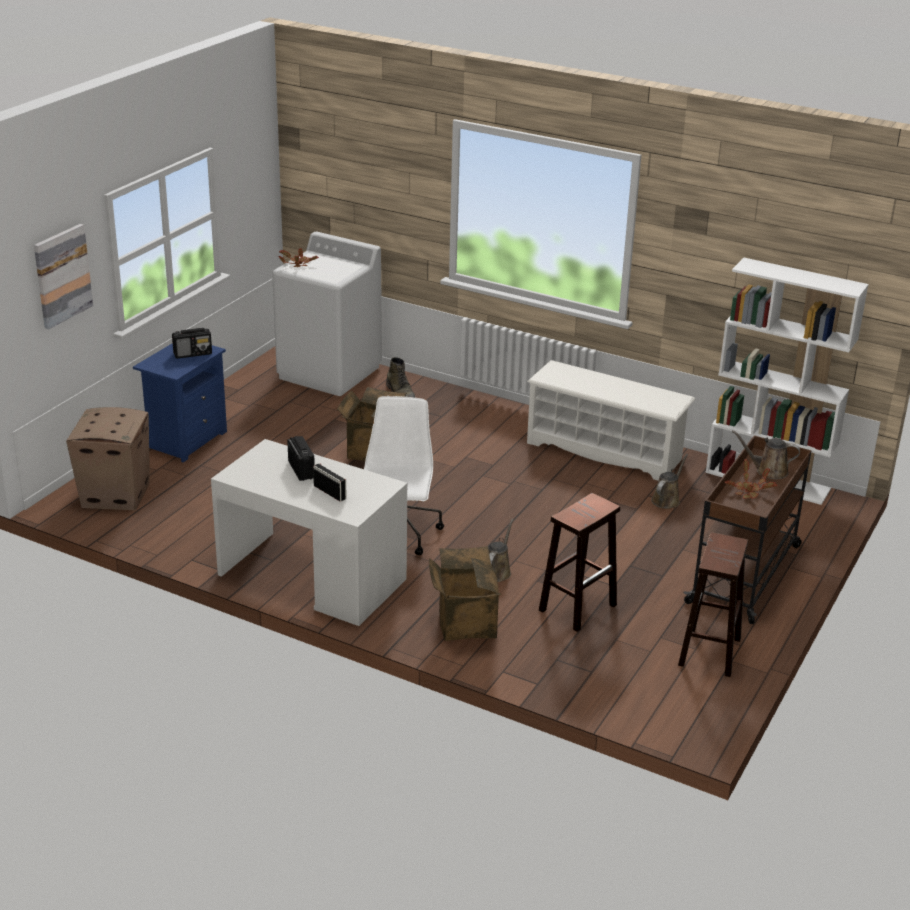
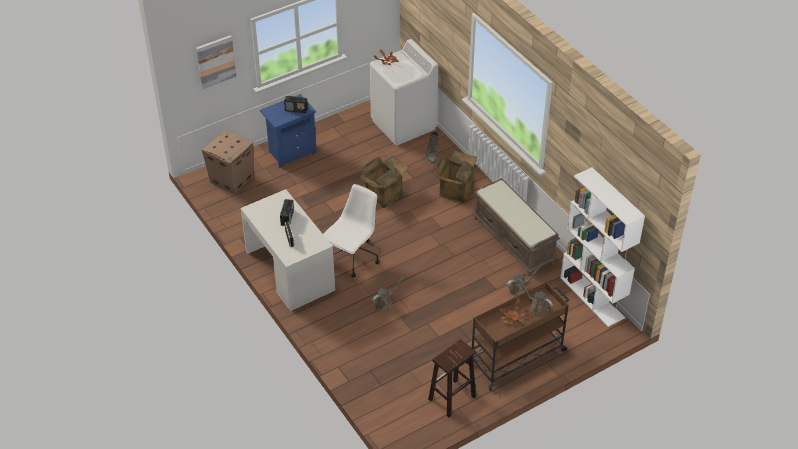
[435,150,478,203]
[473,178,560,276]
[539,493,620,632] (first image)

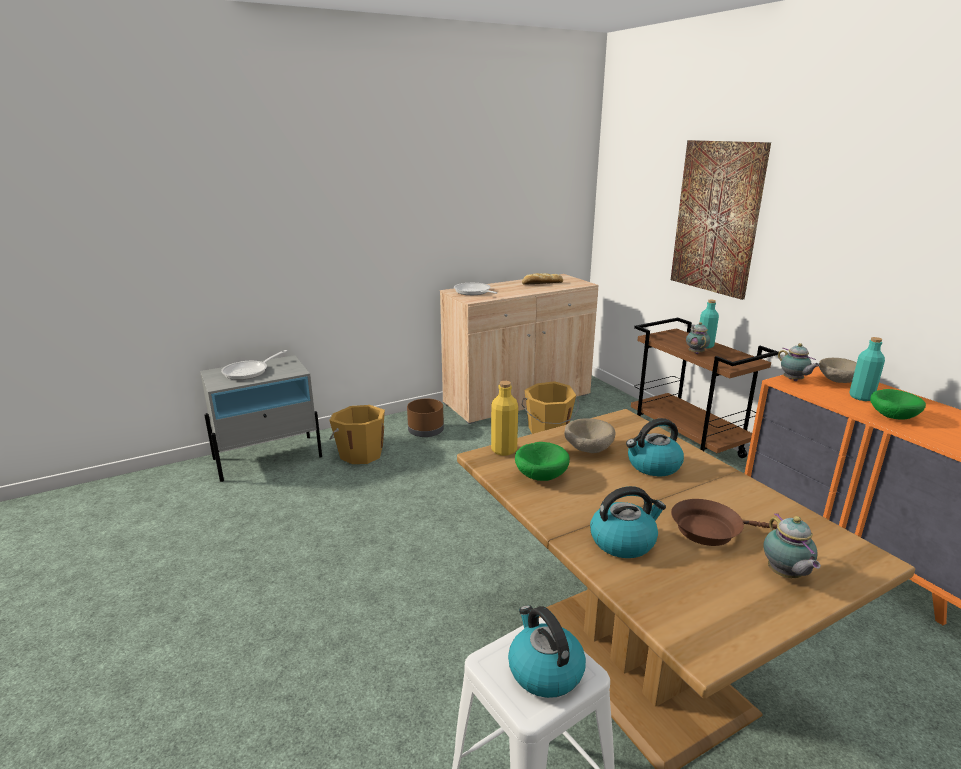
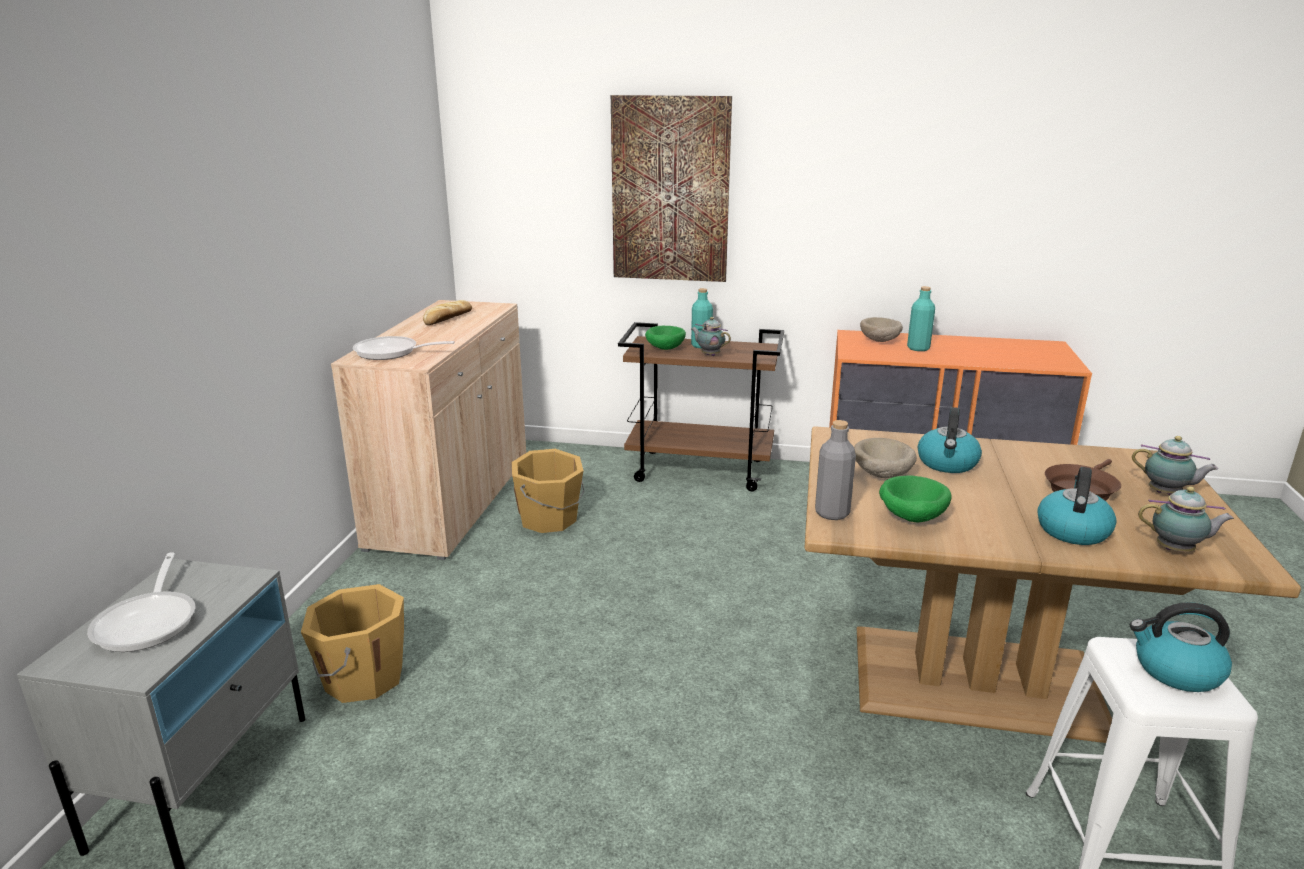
[407,399,444,437] (first image)
[815,420,856,520]
[1138,486,1234,552]
[645,326,686,350]

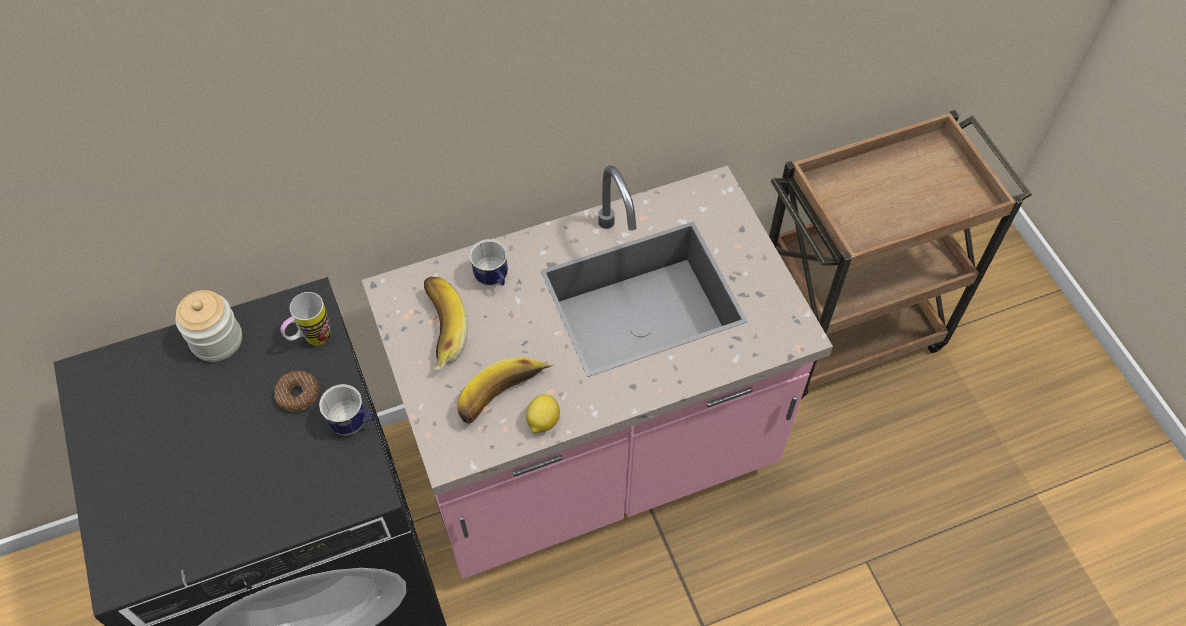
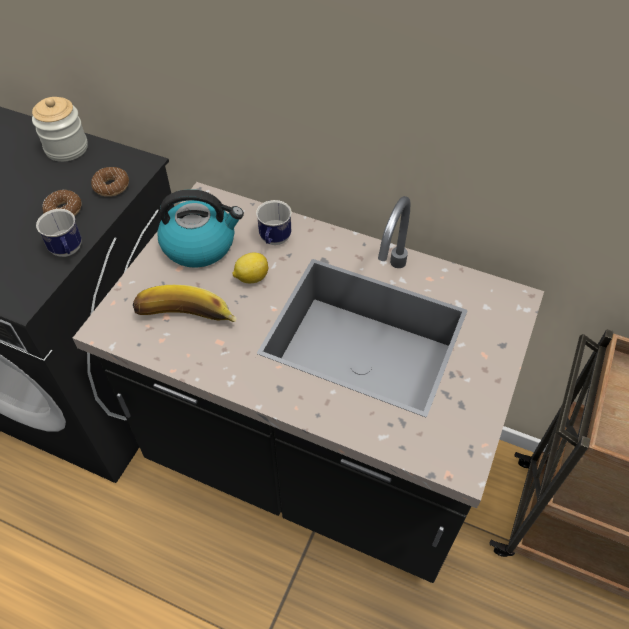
[91,167,129,197]
[73,182,544,583]
[157,189,244,268]
[232,252,268,283]

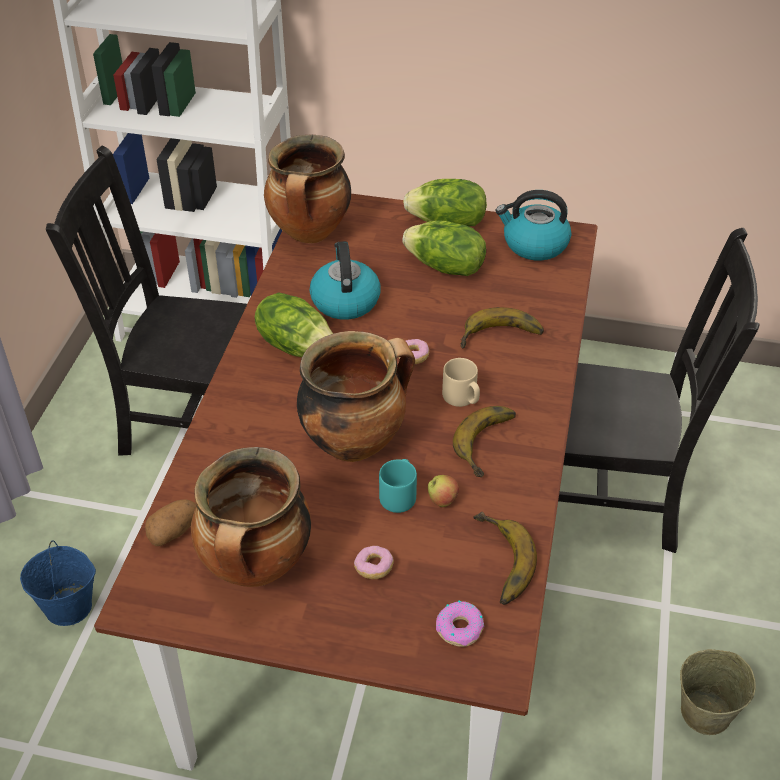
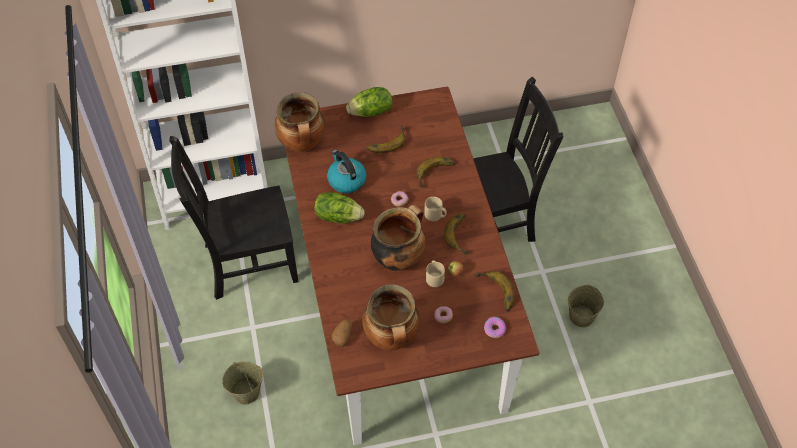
[222,361,263,404]
[426,260,445,287]
[366,125,406,153]
[496,190,571,261] (first image)

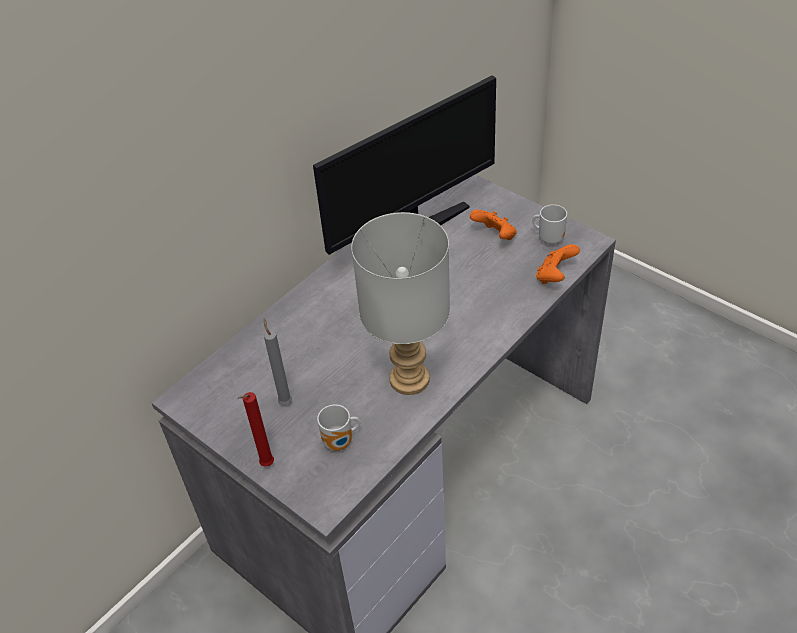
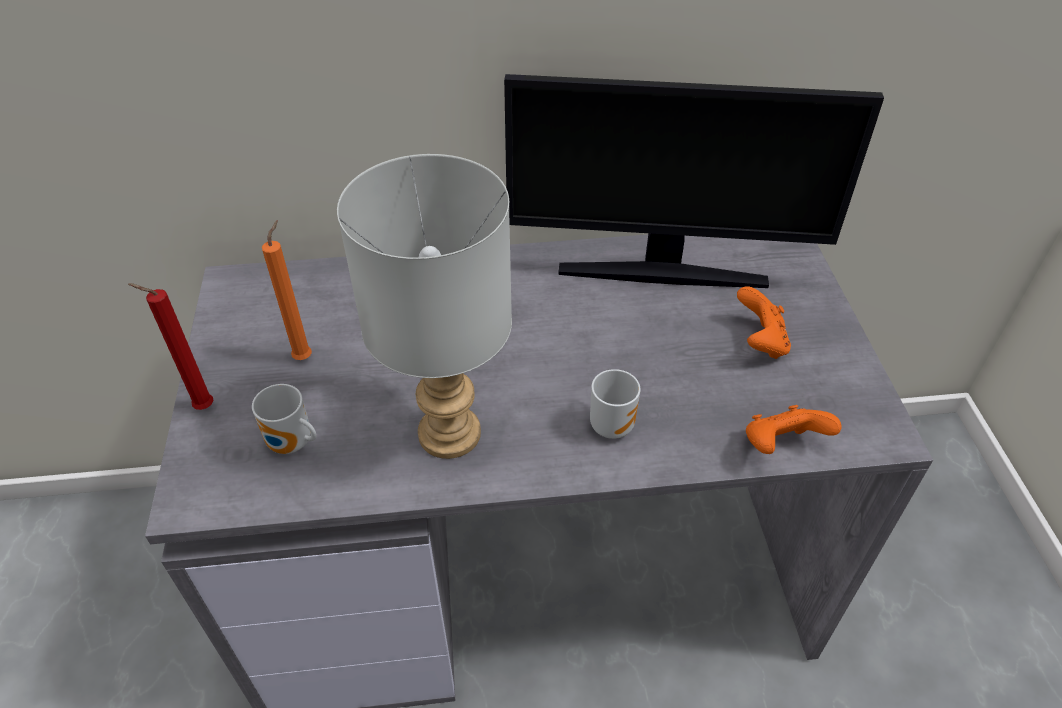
[262,220,312,360]
[590,369,640,439]

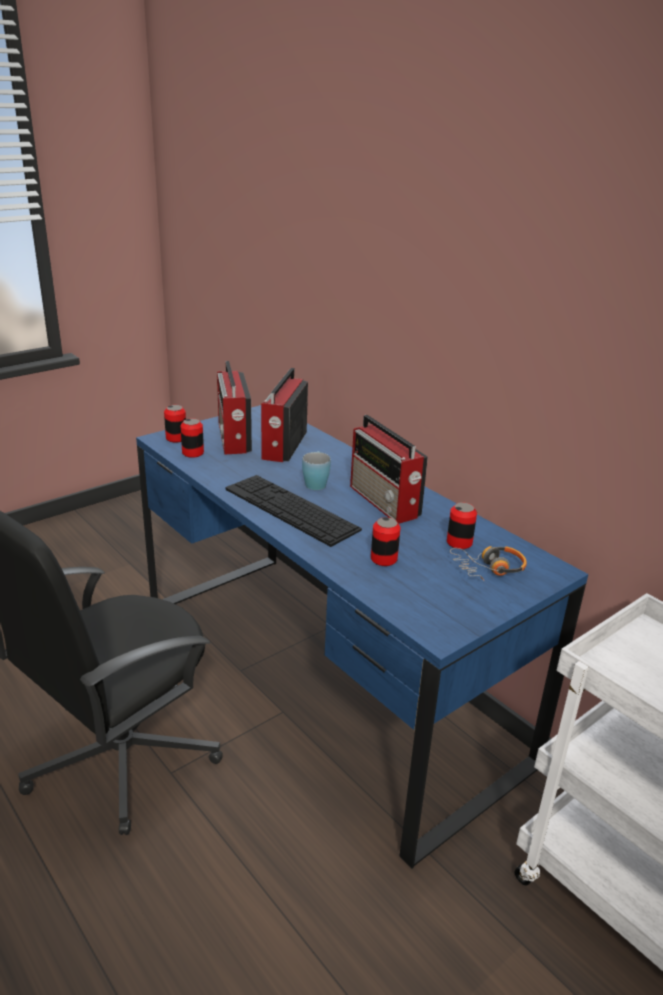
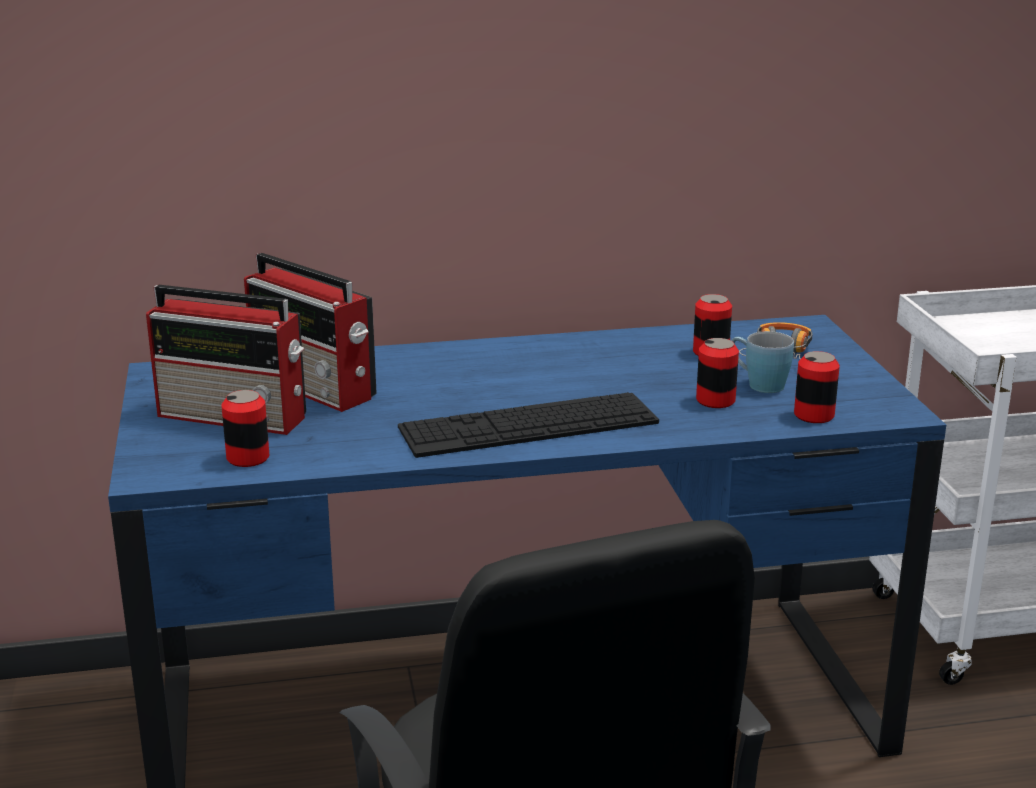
[794,351,840,423]
[731,331,794,393]
[350,415,428,524] (first image)

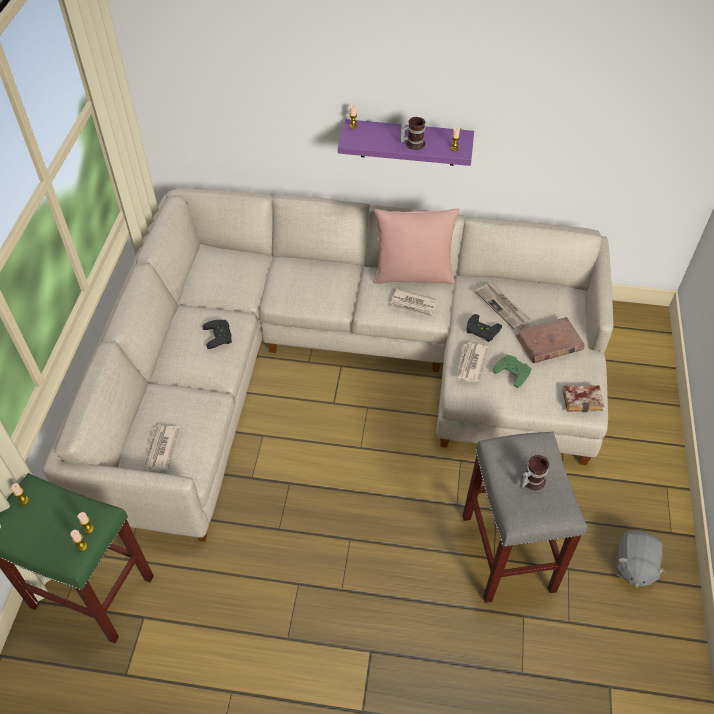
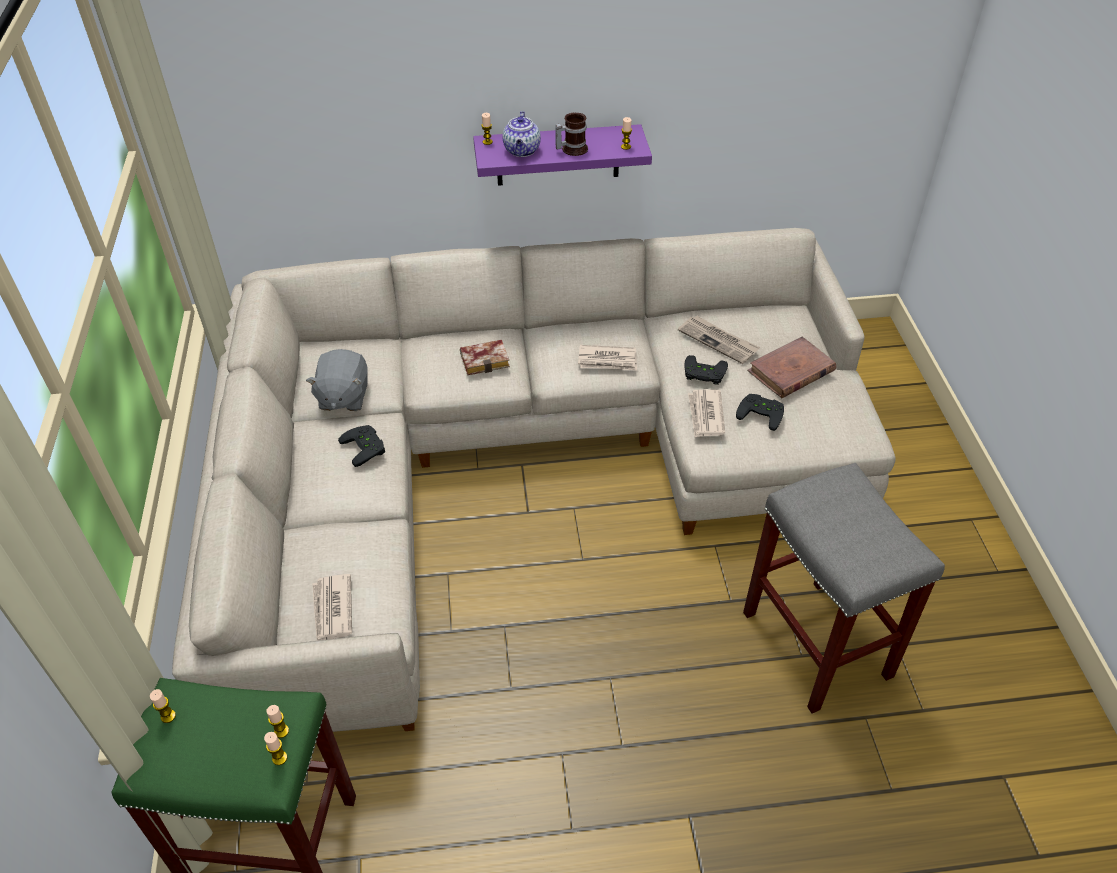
[373,209,460,284] (first image)
[736,394,784,431]
[520,455,549,490] (first image)
[460,340,510,375]
[306,349,368,411]
[502,111,541,157]

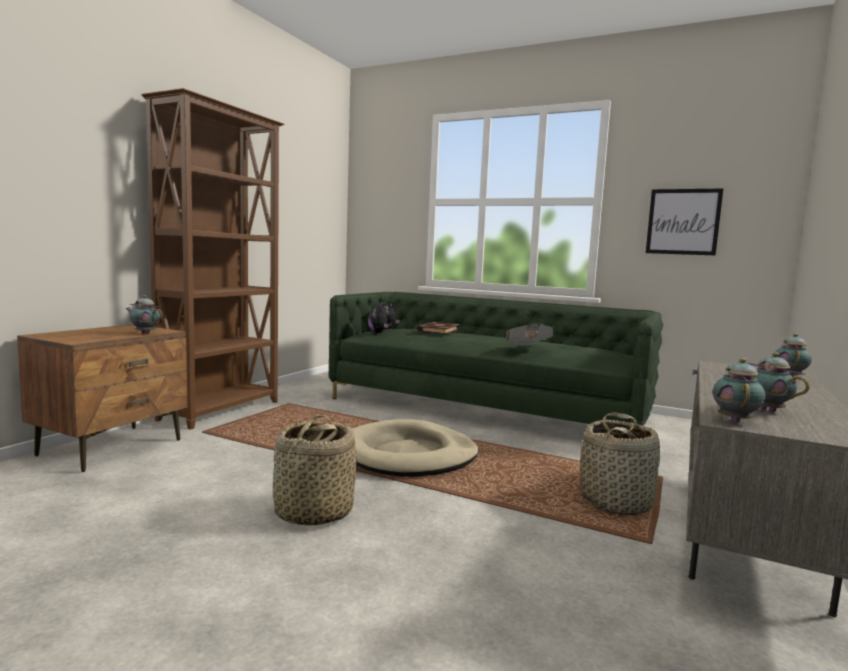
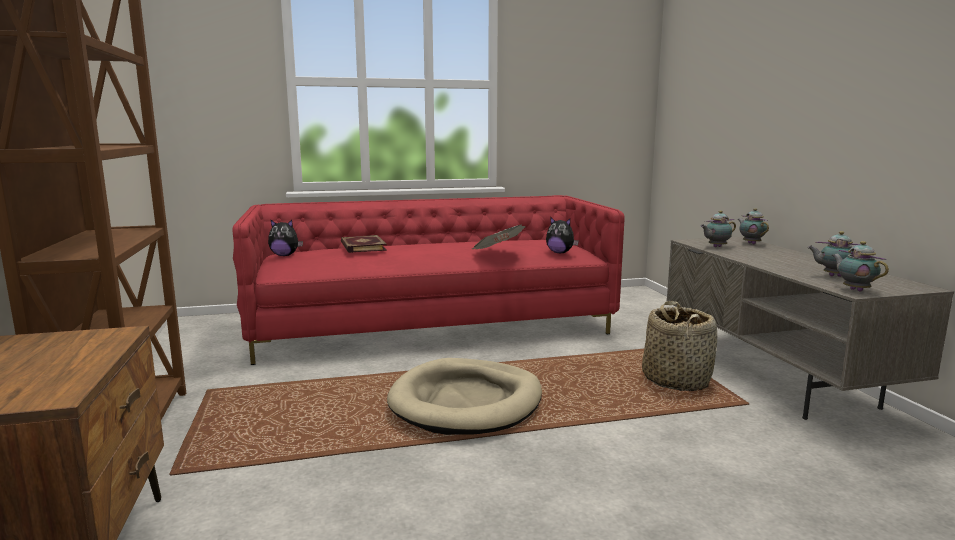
[701,211,736,247]
[273,415,357,525] (first image)
[233,195,625,365]
[546,217,579,253]
[646,189,723,255] (first image)

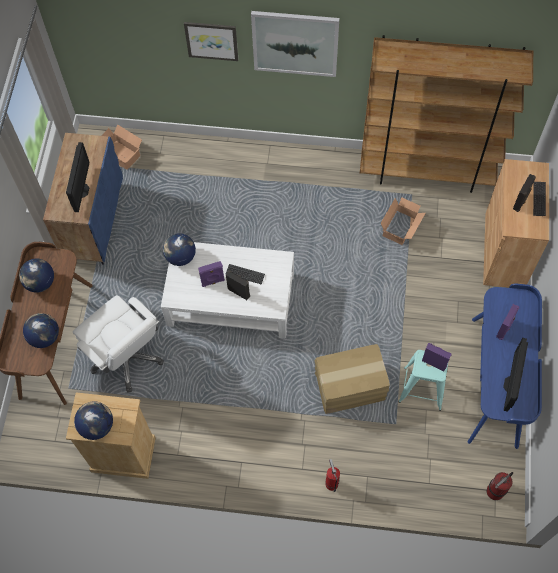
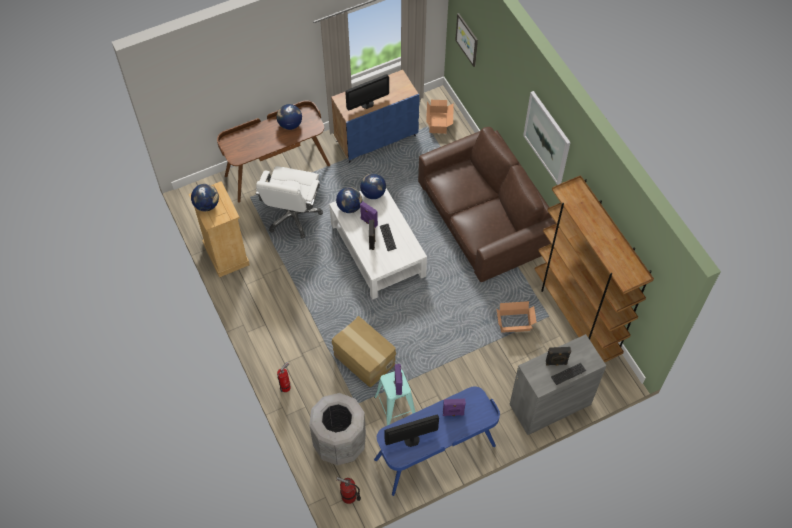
[336,187,362,213]
[455,13,478,67]
[509,334,606,435]
[309,393,366,465]
[418,127,556,282]

